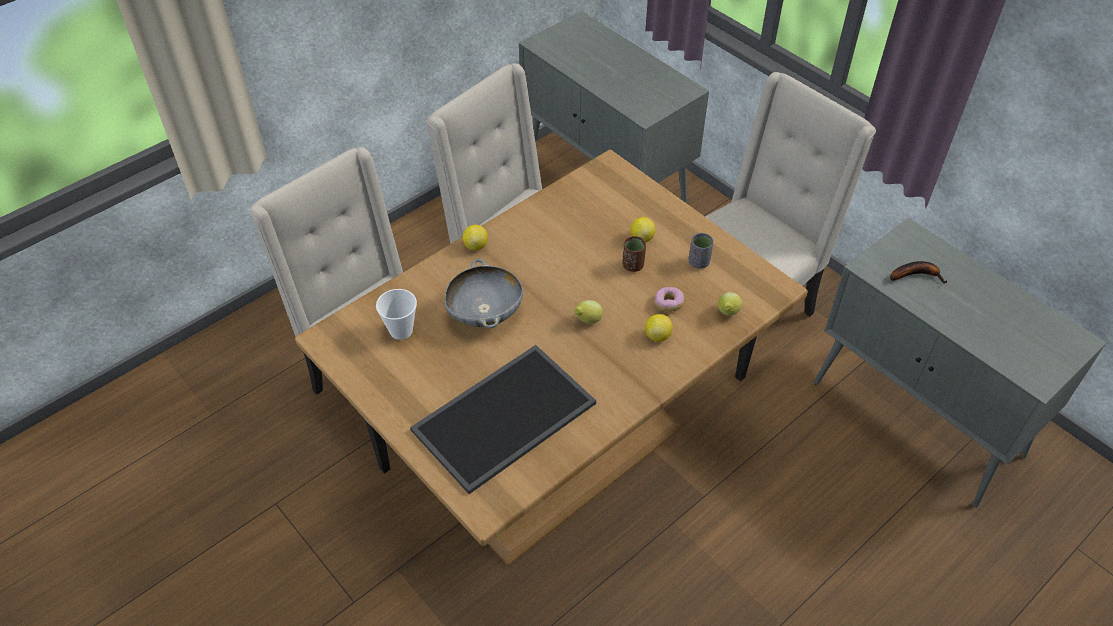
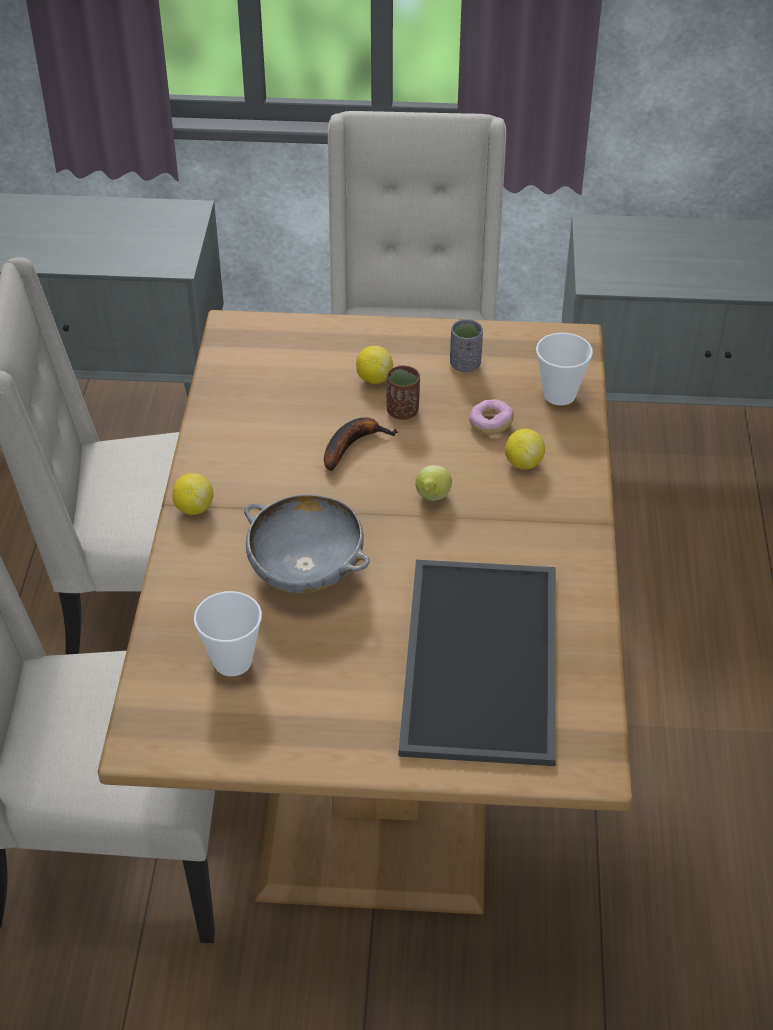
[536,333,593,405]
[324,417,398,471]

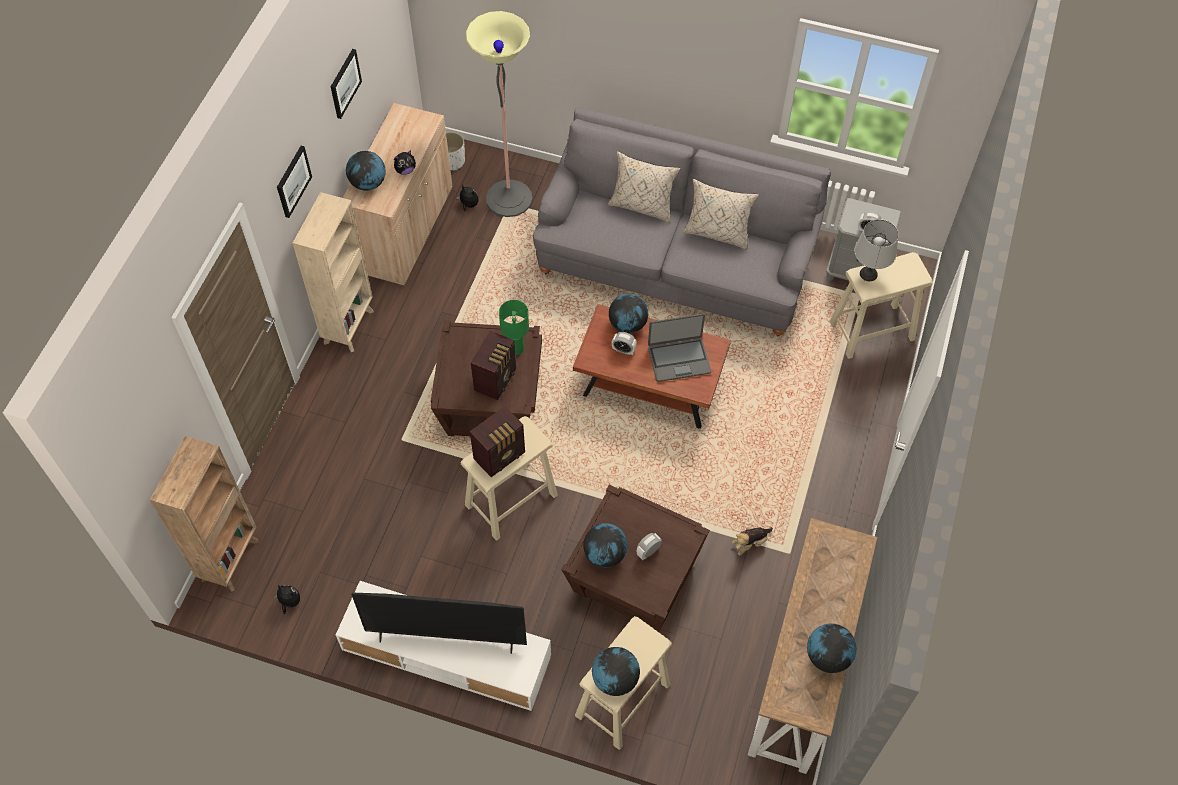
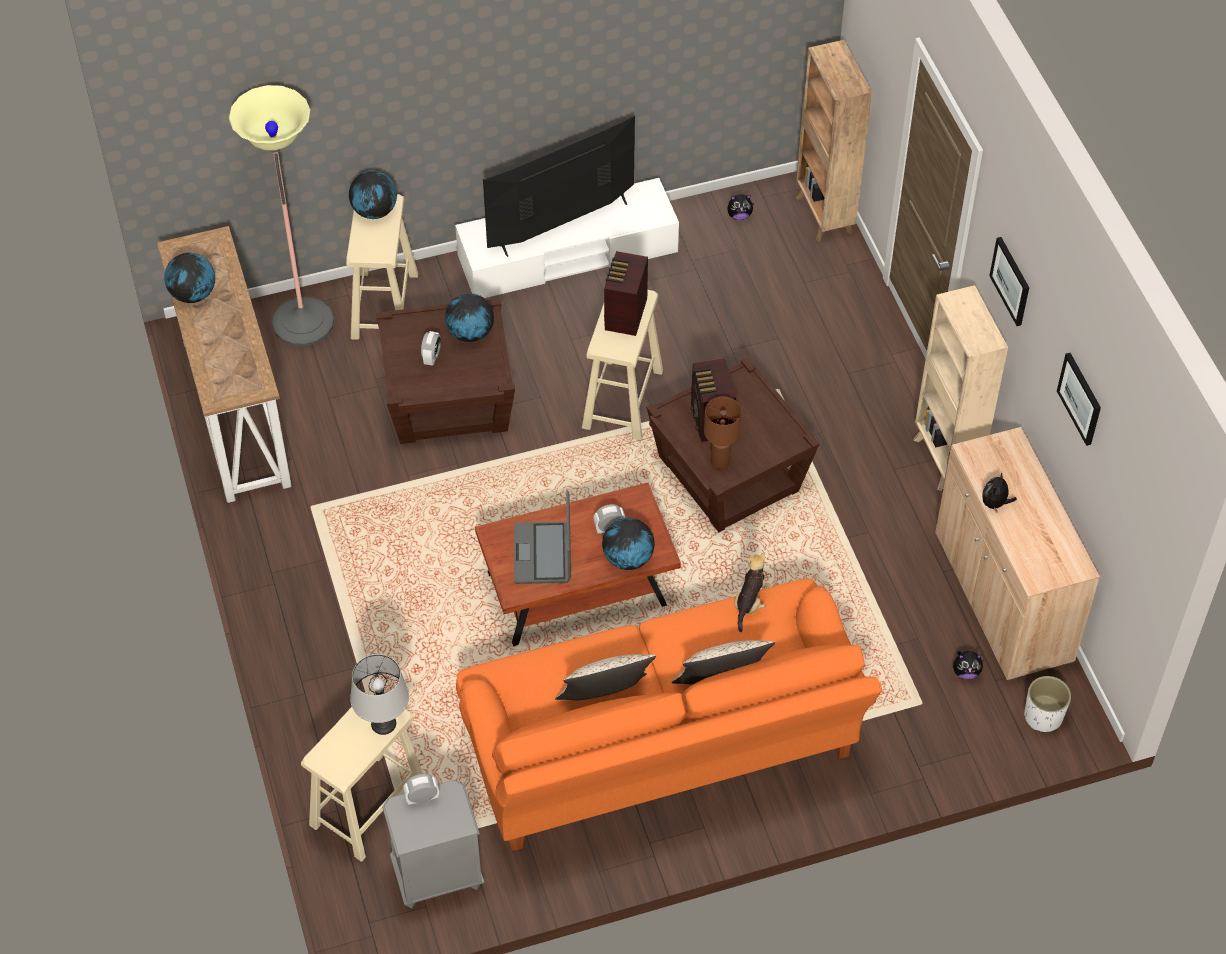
[346,151,386,191] (first image)
[229,85,334,346]
[704,397,742,469]
[456,578,882,851]
[514,491,571,584]
[734,552,770,632]

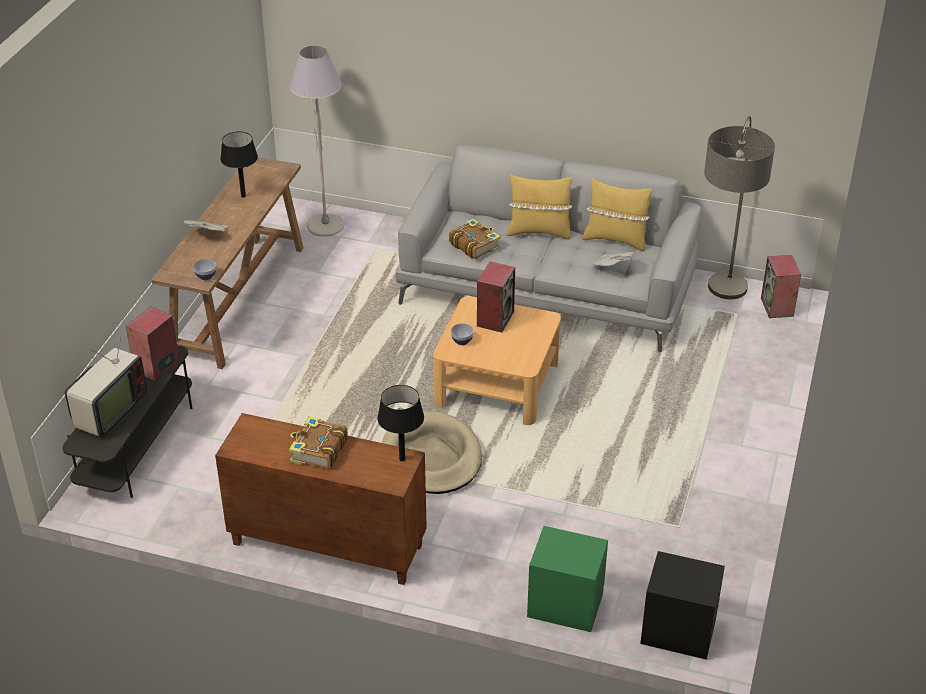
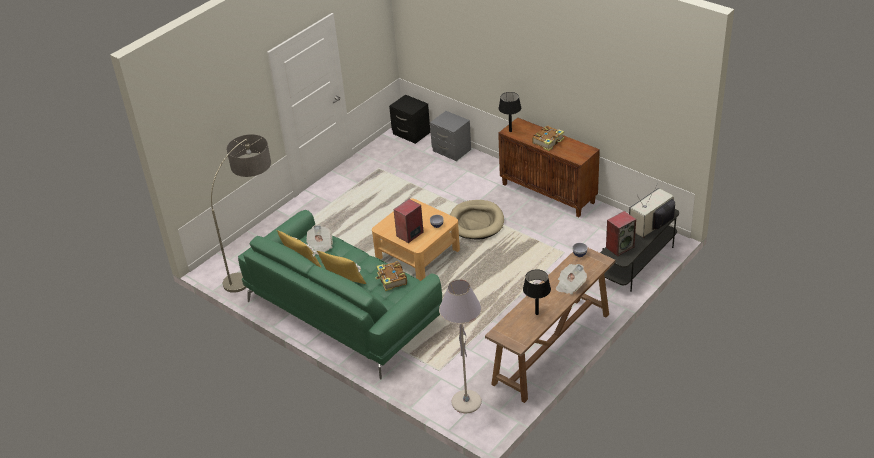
[238,210,442,380]
[430,111,471,161]
[761,255,801,318] (first image)

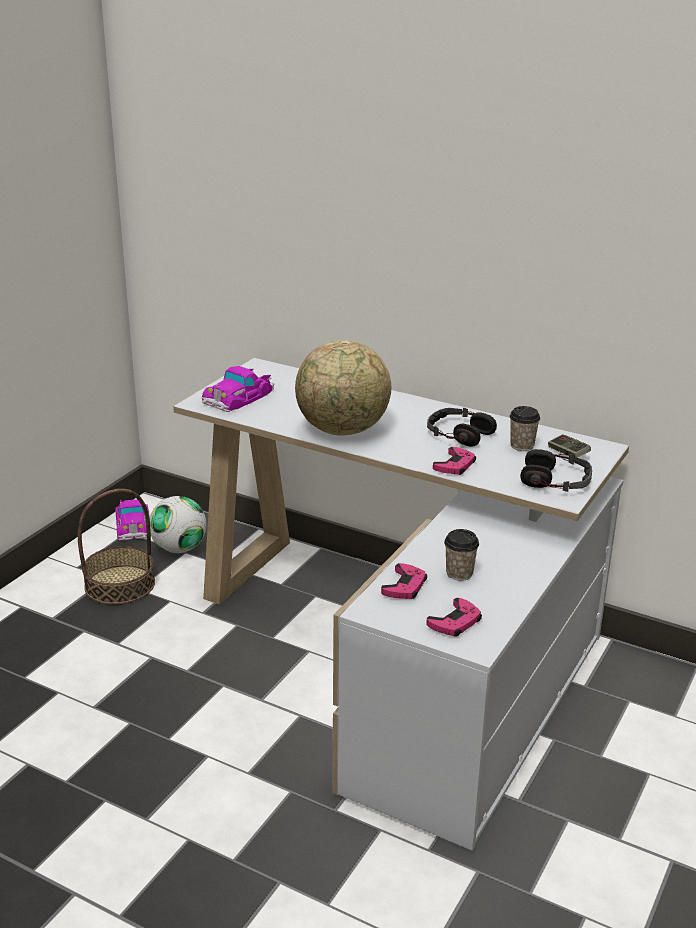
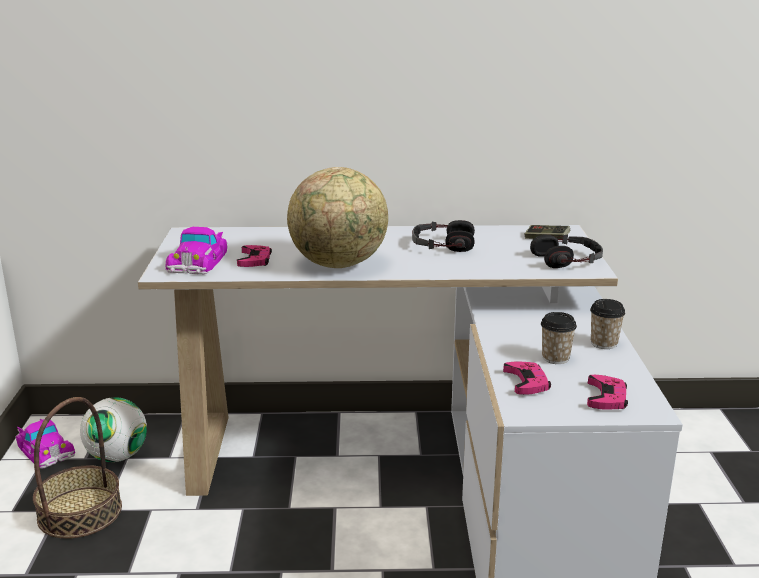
[237,245,272,267]
[590,299,625,349]

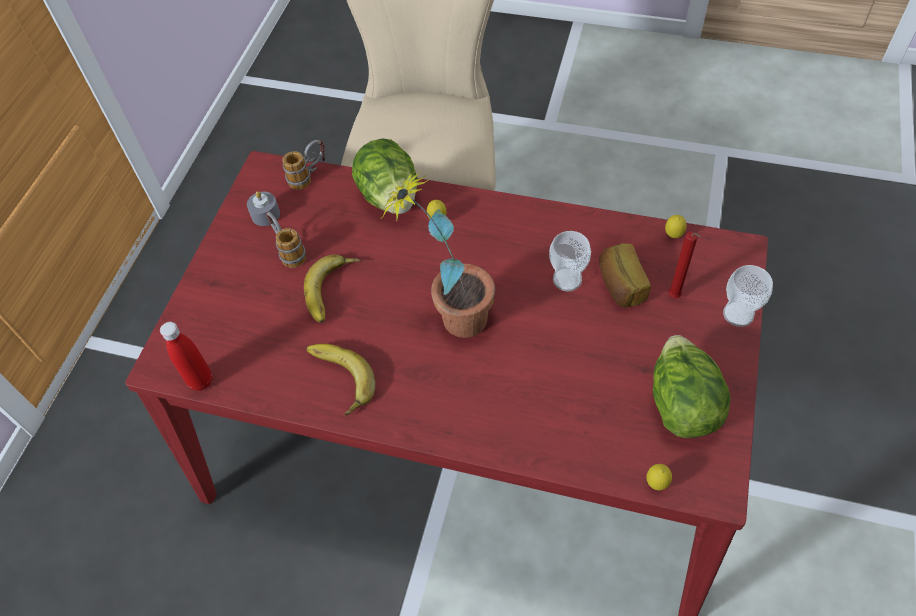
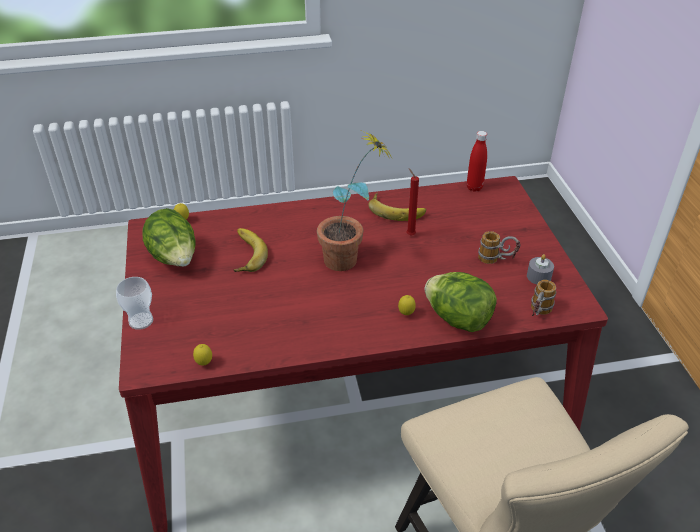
[234,228,268,272]
[549,231,591,291] (first image)
[599,243,651,308] (first image)
[407,168,419,235]

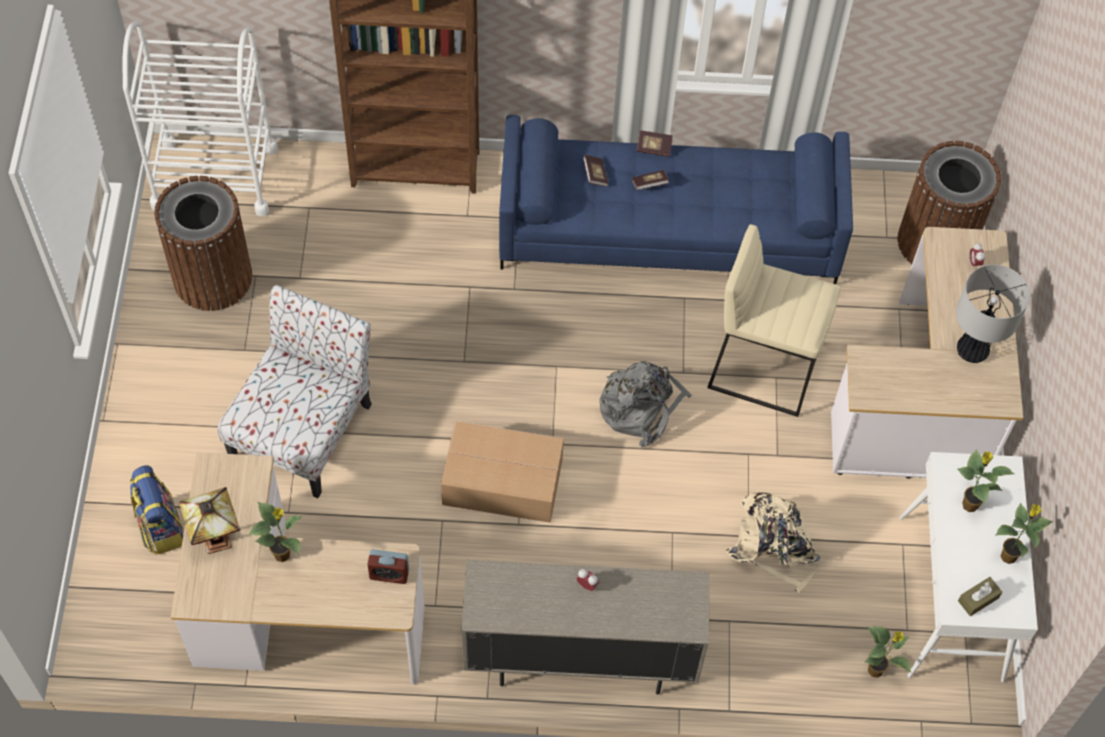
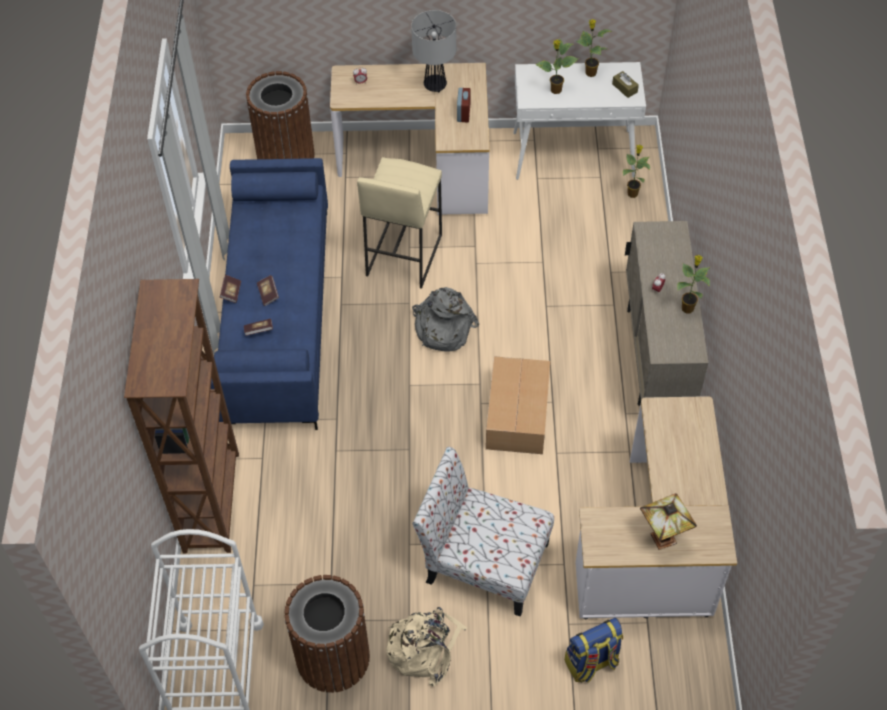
[677,255,710,314]
[457,88,470,122]
[386,607,467,687]

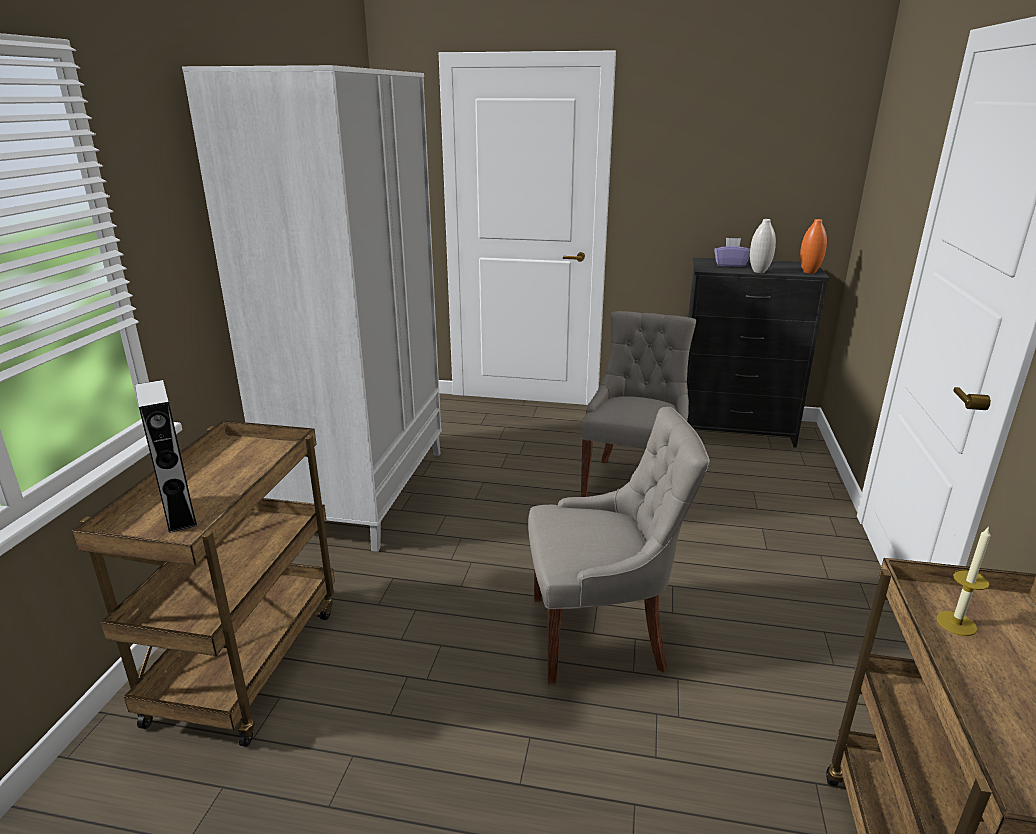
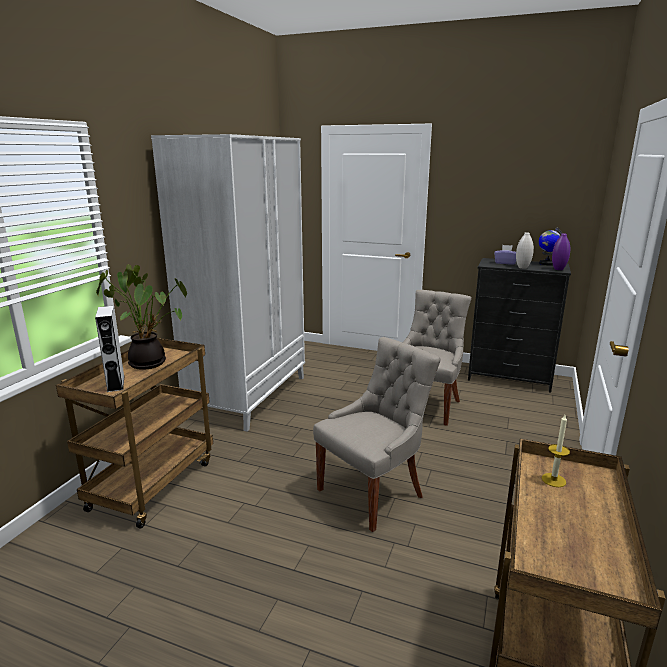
[313,337,441,532]
[552,233,570,270]
[96,264,187,370]
[539,228,562,266]

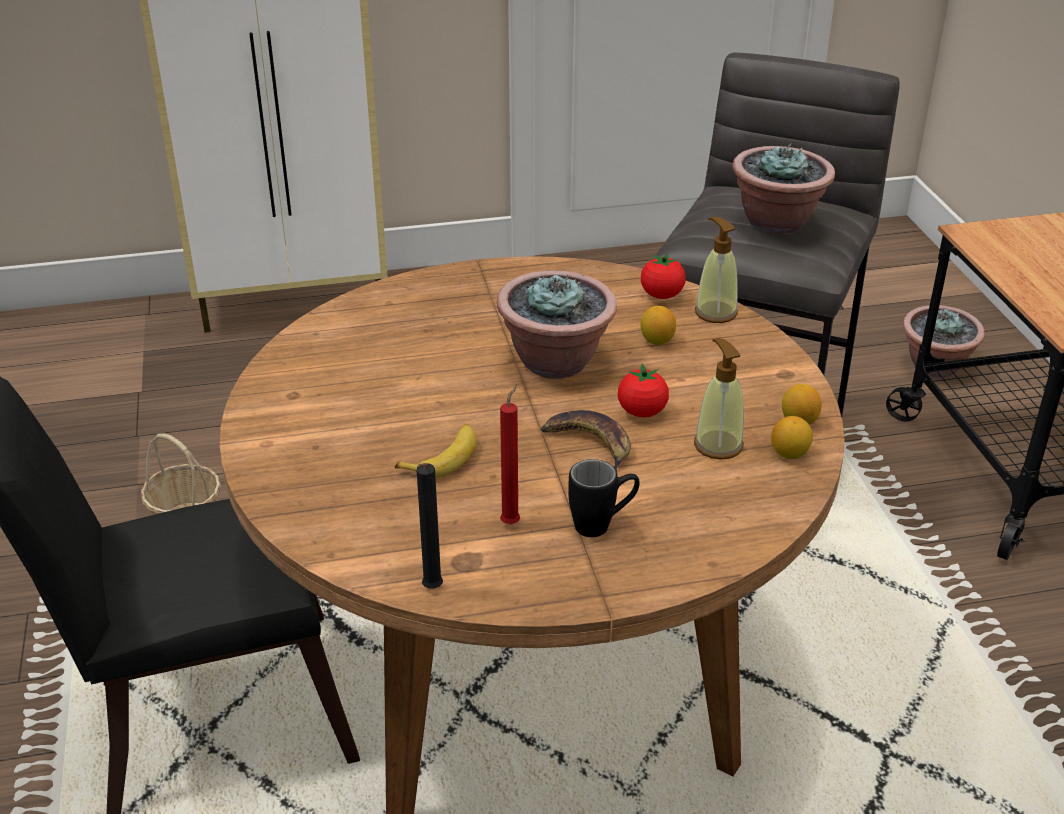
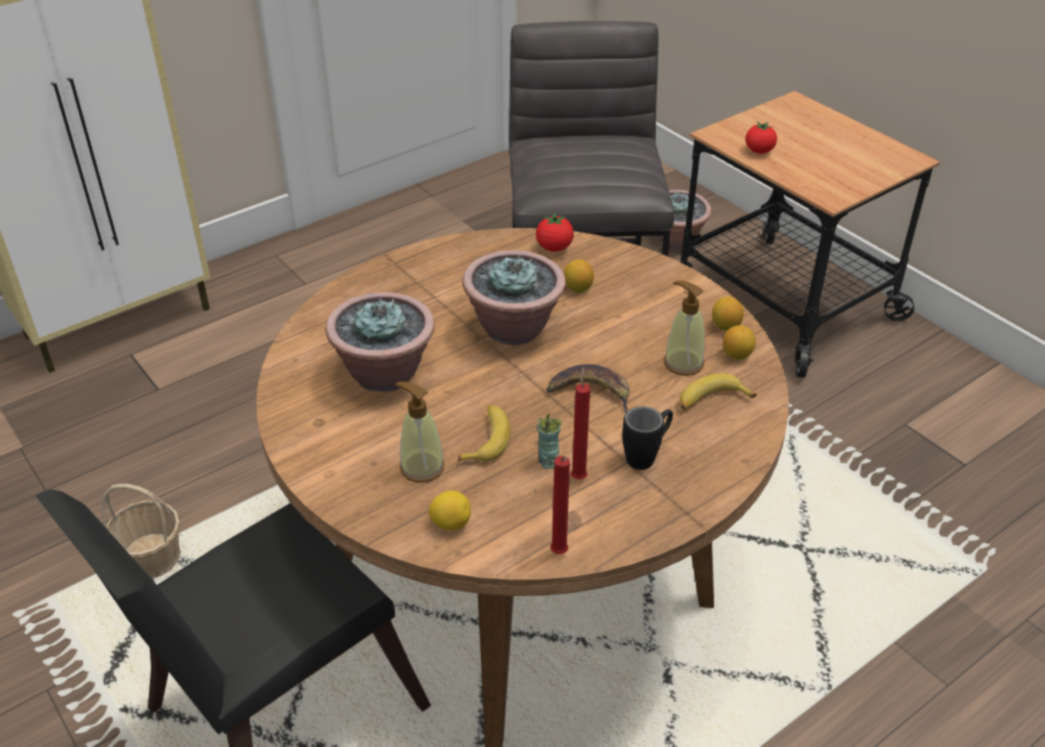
[550,456,570,554]
[745,122,777,154]
[395,382,444,483]
[325,292,435,392]
[429,491,471,530]
[537,413,563,469]
[680,373,757,410]

